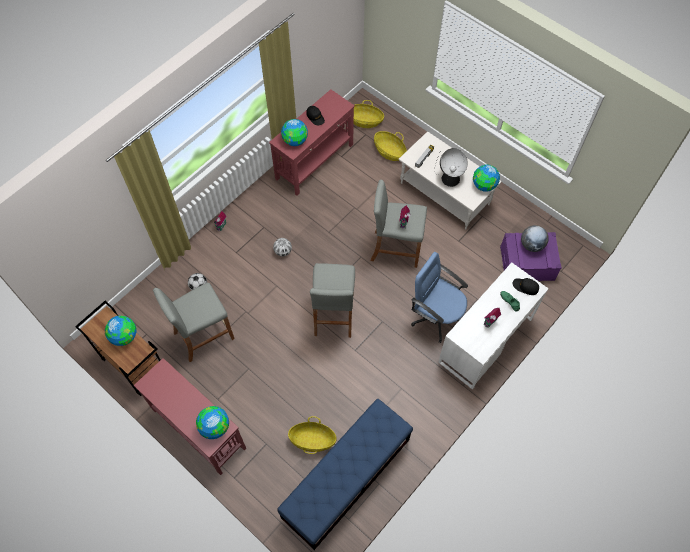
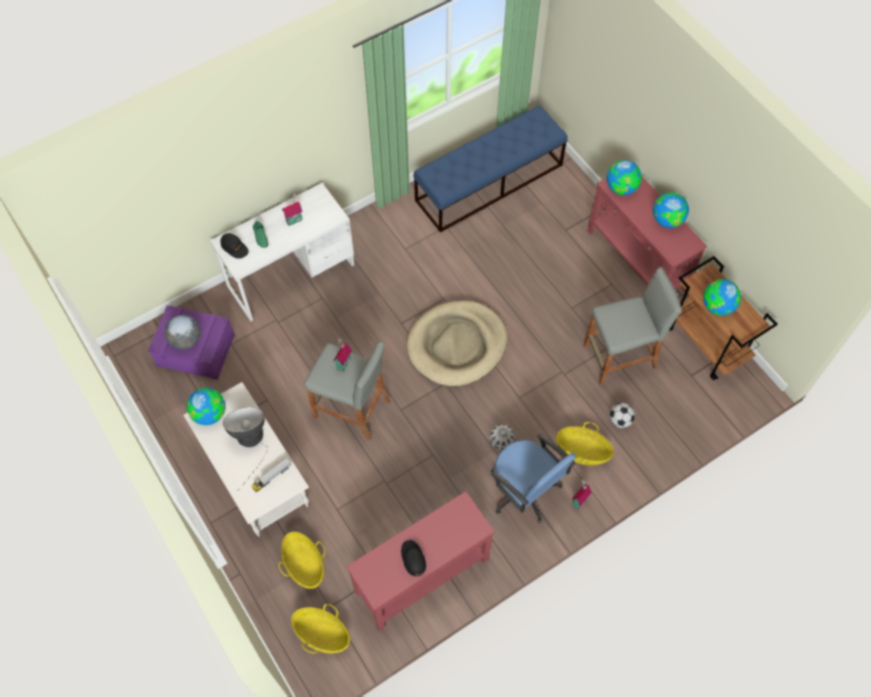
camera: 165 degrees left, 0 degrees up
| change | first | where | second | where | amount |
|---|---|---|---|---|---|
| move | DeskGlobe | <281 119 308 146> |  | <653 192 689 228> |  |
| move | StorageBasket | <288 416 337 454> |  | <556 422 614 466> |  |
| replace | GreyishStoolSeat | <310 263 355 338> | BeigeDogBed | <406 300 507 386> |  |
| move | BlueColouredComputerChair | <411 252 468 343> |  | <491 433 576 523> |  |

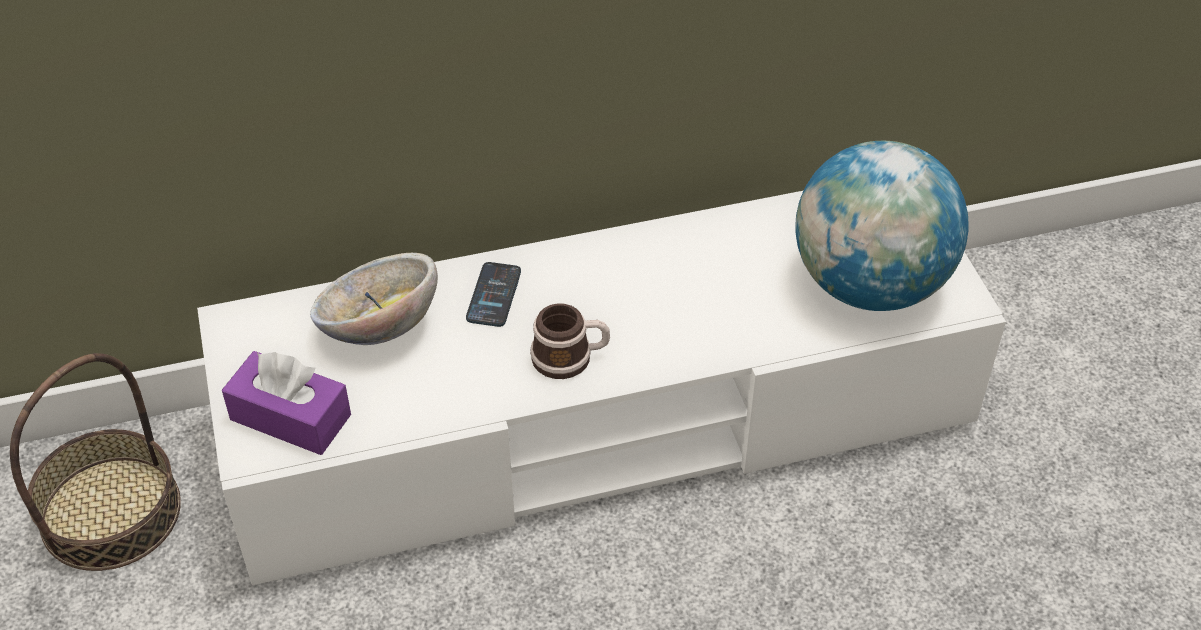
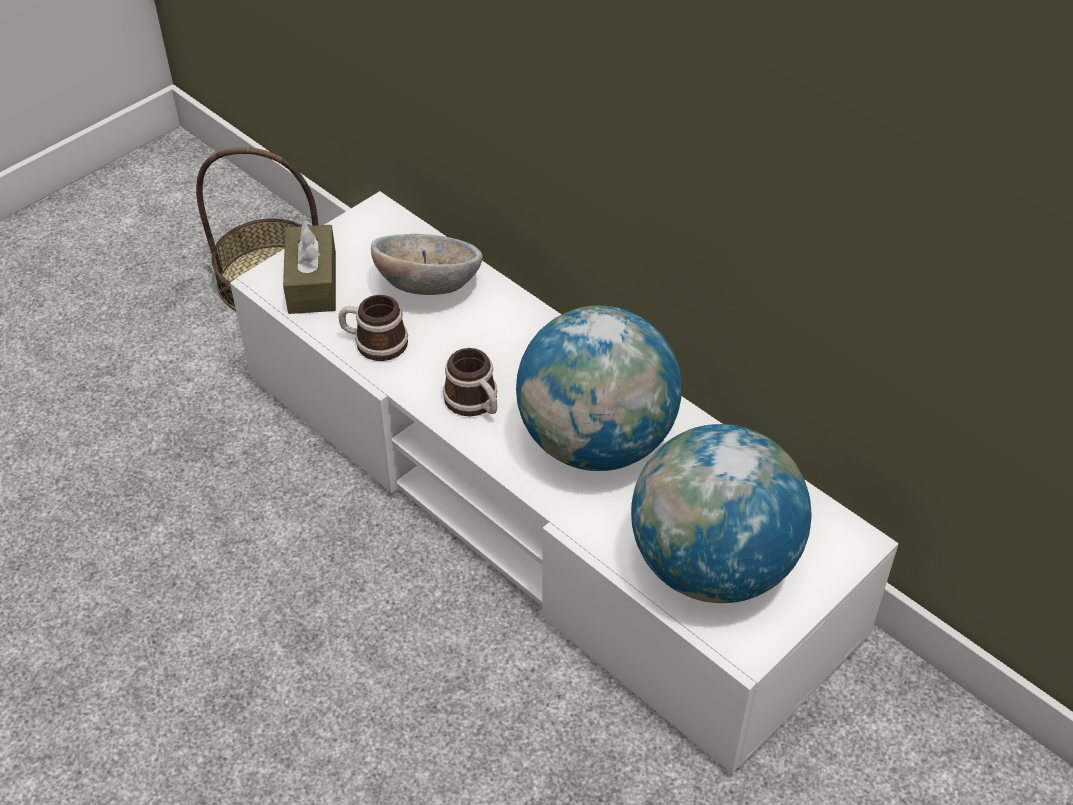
camera: 60 degrees right, 0 degrees up
| change | first | where | second | where | amount |
|---|---|---|---|---|---|
| recolor | PurplishTissueHolder | <222 351 351 455> | BrownColouredTissueHolder | <283 219 336 314> |  |
| delete | Telephone | <466 262 521 327> |  |  |  |
| insert |  |  | CoffeeMug | <339 295 408 361> |  |
| insert |  |  | DeskGlobe | <516 306 682 471> |  |

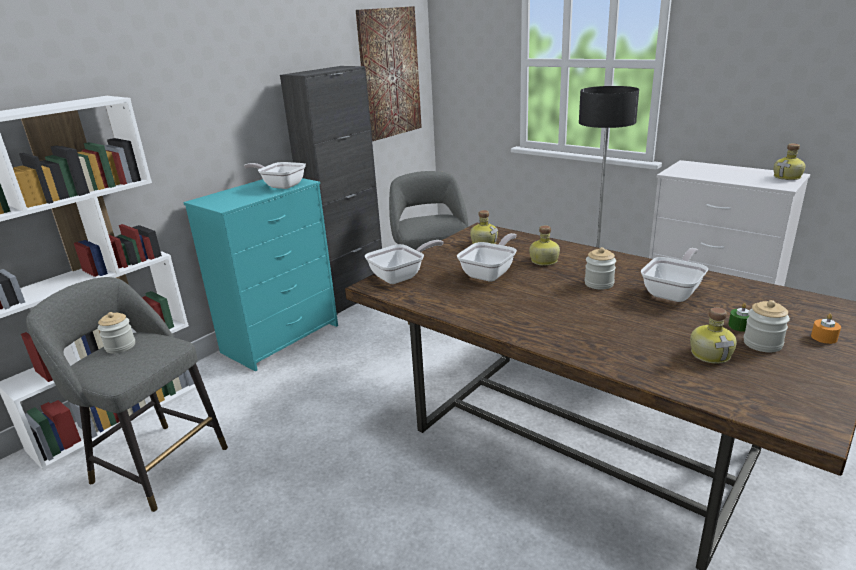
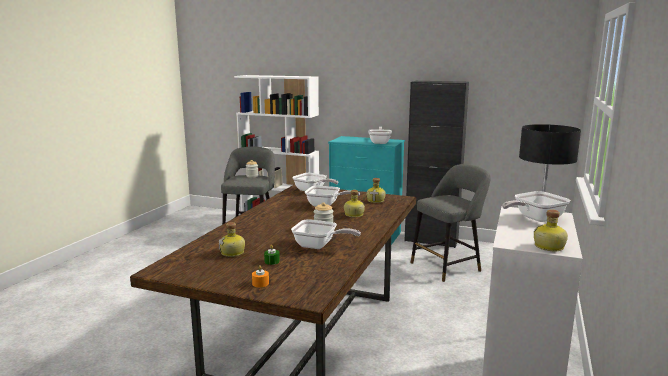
camera: 70 degrees right, 10 degrees down
| change | first | where | second | where | amount |
|---|---|---|---|---|---|
| delete | Picture | <356 6 422 141> |  |  |  |
| delete | PreserveJar | <743 300 790 352> |  |  |  |
| insert |  |  | Pan | <502 191 571 222> |  |

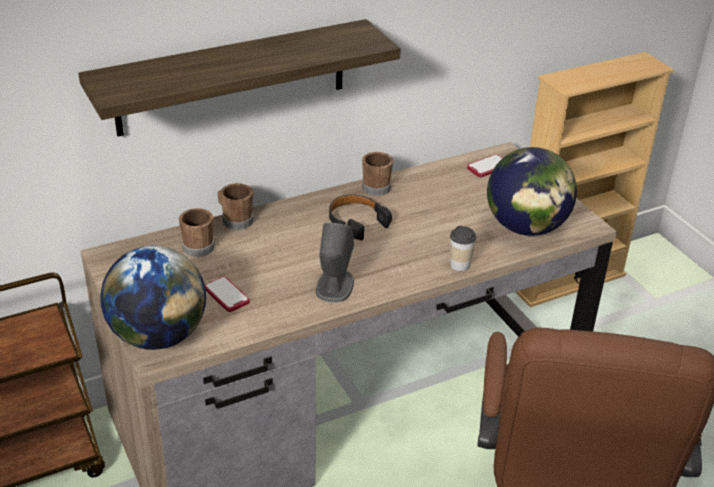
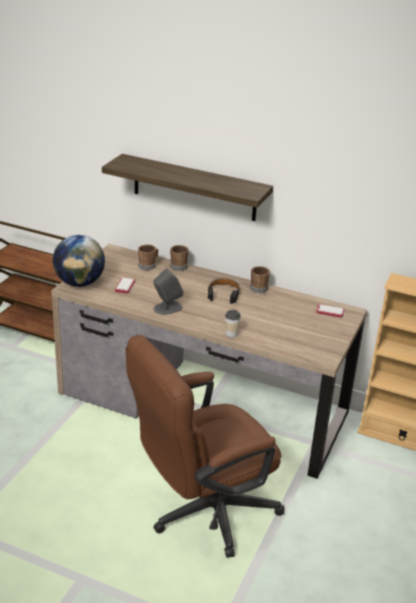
camera: 50 degrees right, 5 degrees down
| change | first | where | second | where | amount |
|---|---|---|---|---|---|
| delete | DeskGlobe | <487 147 577 236> |  |  |  |

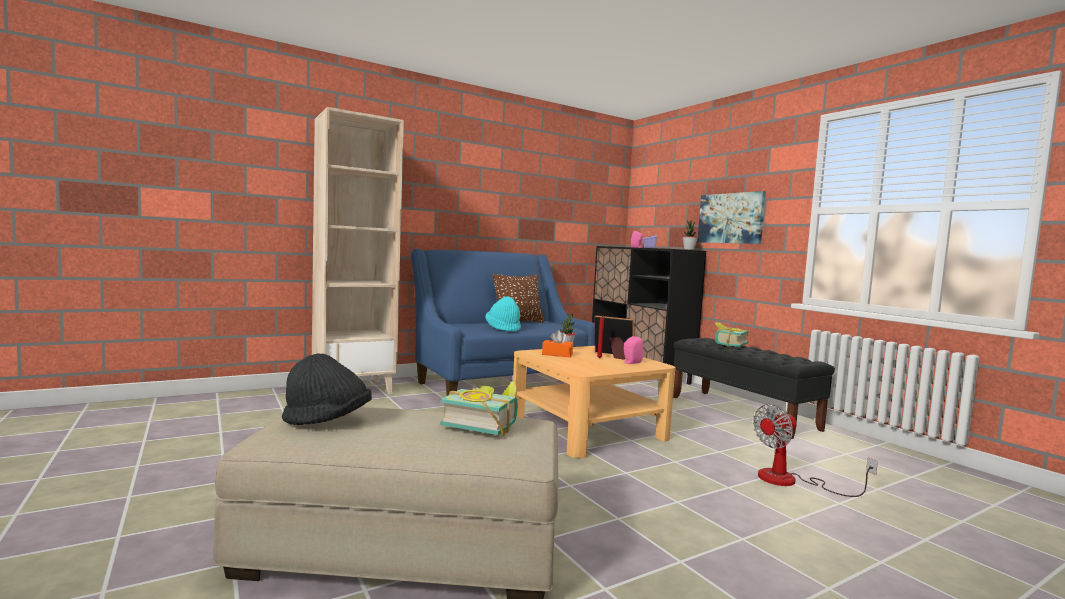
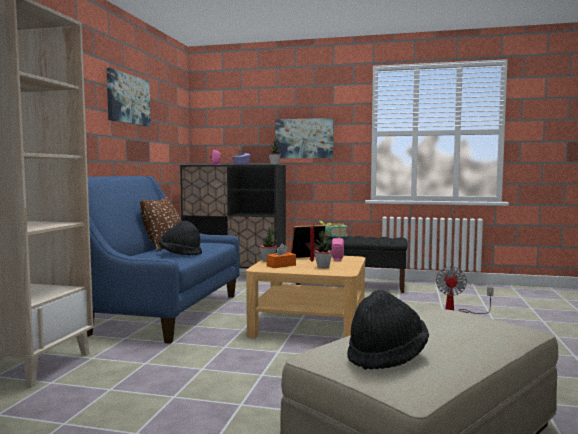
camera: 45 degrees left, 0 degrees up
| change | first | where | second | where | amount |
|---|---|---|---|---|---|
| delete | Volume | <440 381 518 436> |  |  |  |
| recolor | TurquoiseClothingHat | <485 297 521 331> | BlackClothingHat | <159 221 202 256> |  |
| insert |  |  | Picture | <107 68 151 127> |  |
| insert |  |  | PottedPlant | <314 231 333 268> |  |

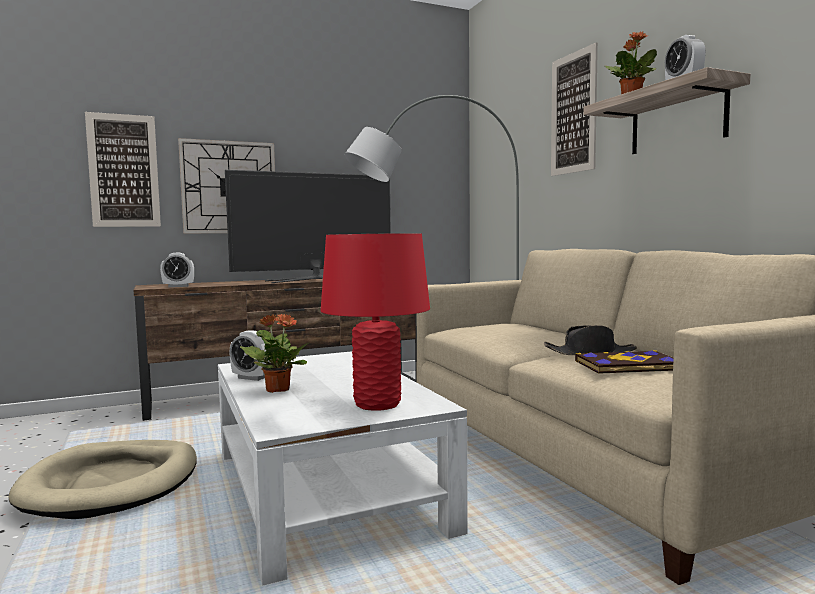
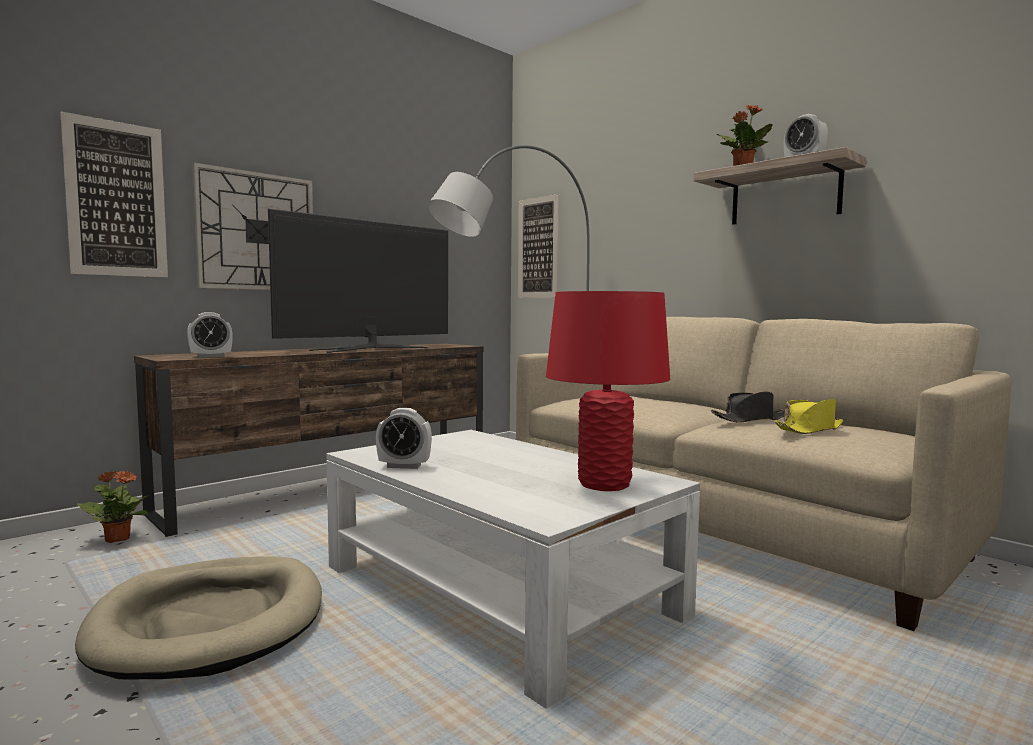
camera: 20 degrees left, 0 degrees up
| change | first | where | second | where | amount |
|---|---|---|---|---|---|
| move | PottedPlant | <240 314 310 393> |  | <77 470 149 543> |  |
| move | Picture | <551 43 598 176> |  | <518 194 560 298> |  |
| replace | Volume | <575 350 674 374> | YellowClothingHat | <775 399 843 434> |  |

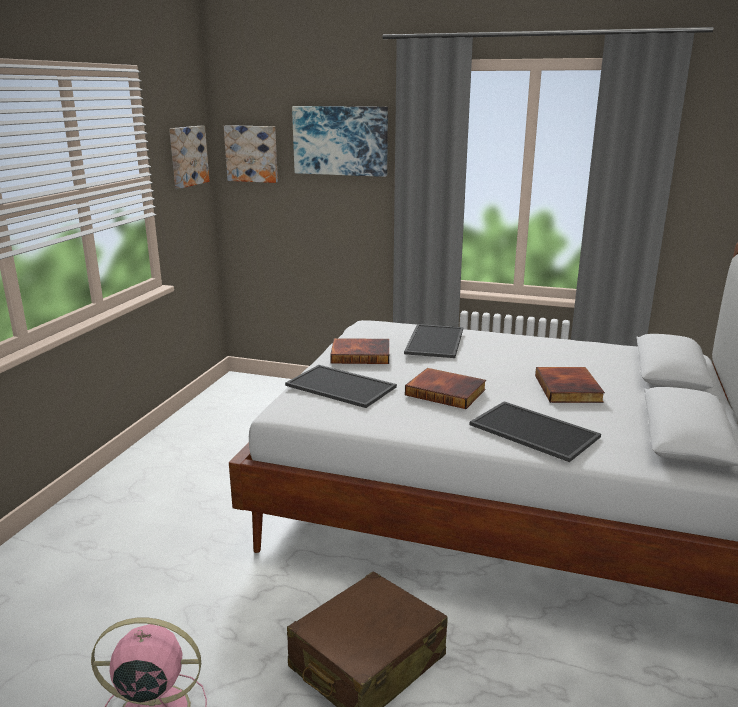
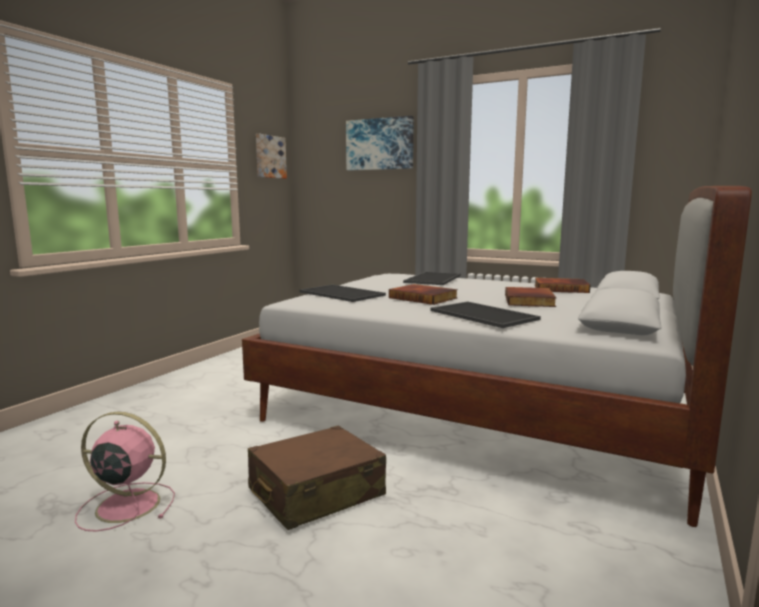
camera: 10 degrees right, 10 degrees down
| change | first | where | second | where | amount |
|---|---|---|---|---|---|
| delete | Picture | <224 125 278 183> |  |  |  |
| move | Volume | <330 338 389 364> |  | <535 278 590 293> |  |

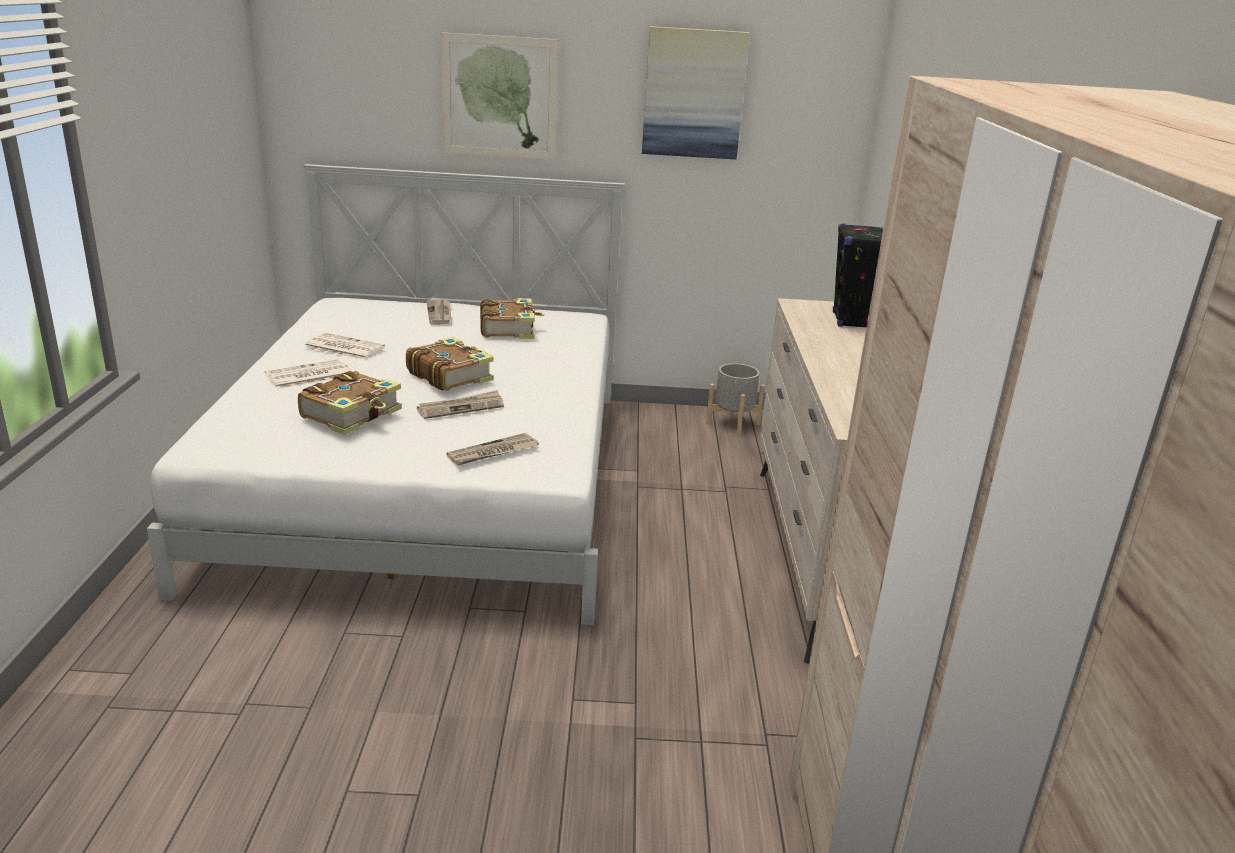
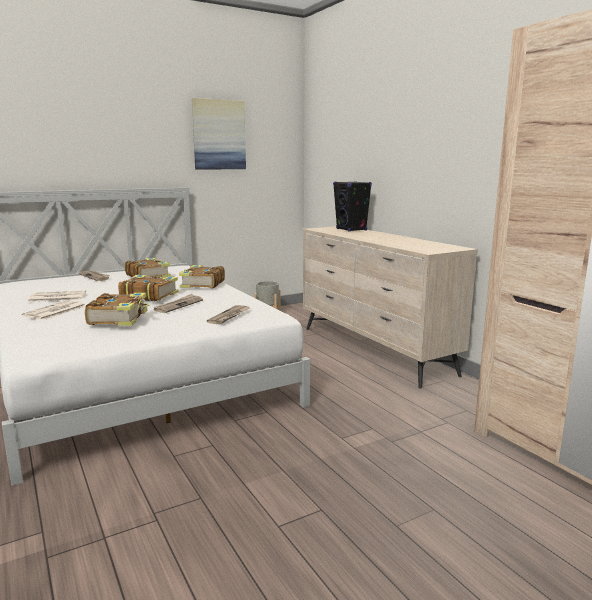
camera: 30 degrees left, 10 degrees down
| change | first | where | second | where | amount |
|---|---|---|---|---|---|
| delete | Picture | <441 32 559 160> |  |  |  |
| insert |  |  | Volume | <179 265 225 288> |  |

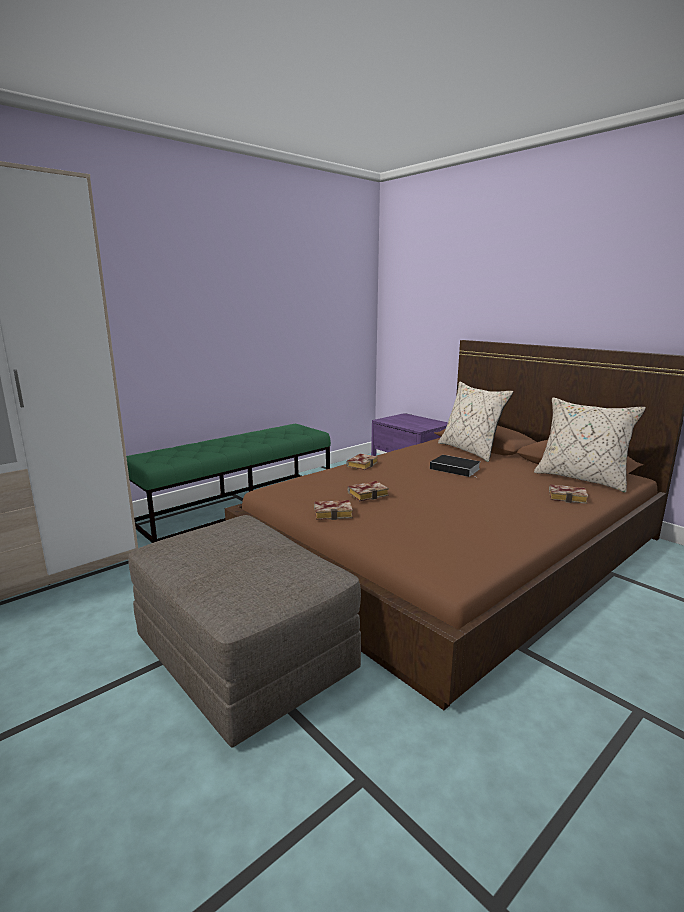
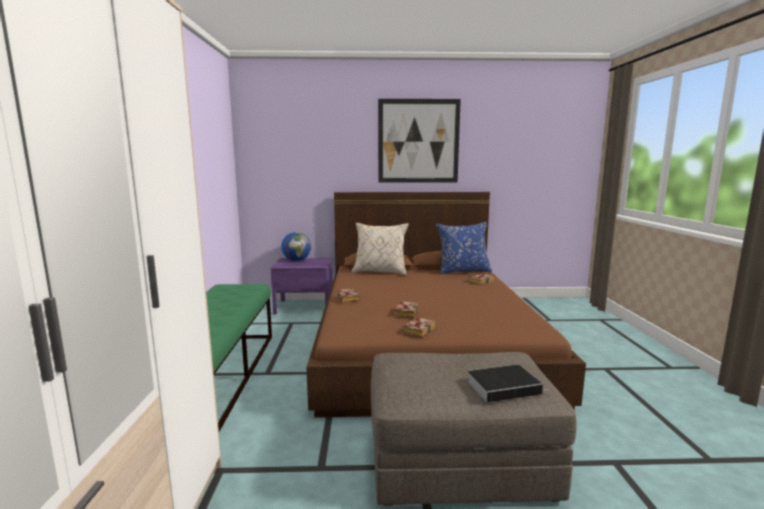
camera: 50 degrees left, 5 degrees down
| change | first | where | second | where | amount |
|---|---|---|---|---|---|
| move | Volume | <430 455 480 478> |  | <467 364 547 403> |  |
| recolor | BeigePillow | <534 397 646 493> | BlueColouredPillow | <436 222 492 274> |  |
| insert |  |  | DeskGlobe | <281 232 311 261> |  |
| insert |  |  | Picture | <378 99 461 183> |  |

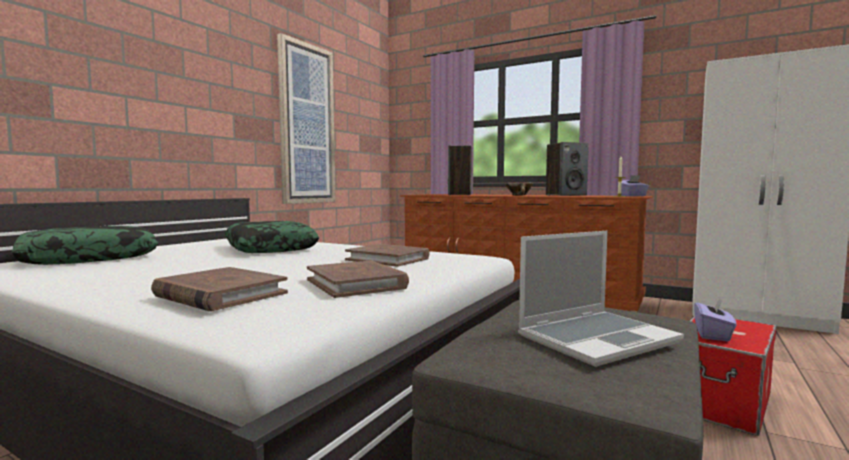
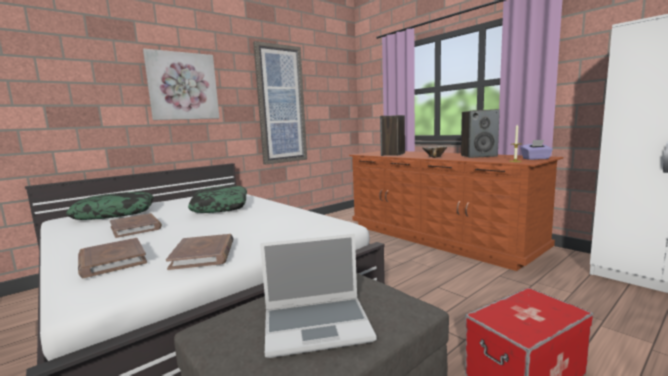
camera: 20 degrees right, 5 degrees up
| change | first | where | second | where | amount |
|---|---|---|---|---|---|
| move | BrownColouredVolume | <345 244 430 267> |  | <110 213 162 238> |  |
| delete | PurplishTissueHolder | <694 298 736 341> |  |  |  |
| insert |  |  | Picture | <143 49 219 120> |  |

